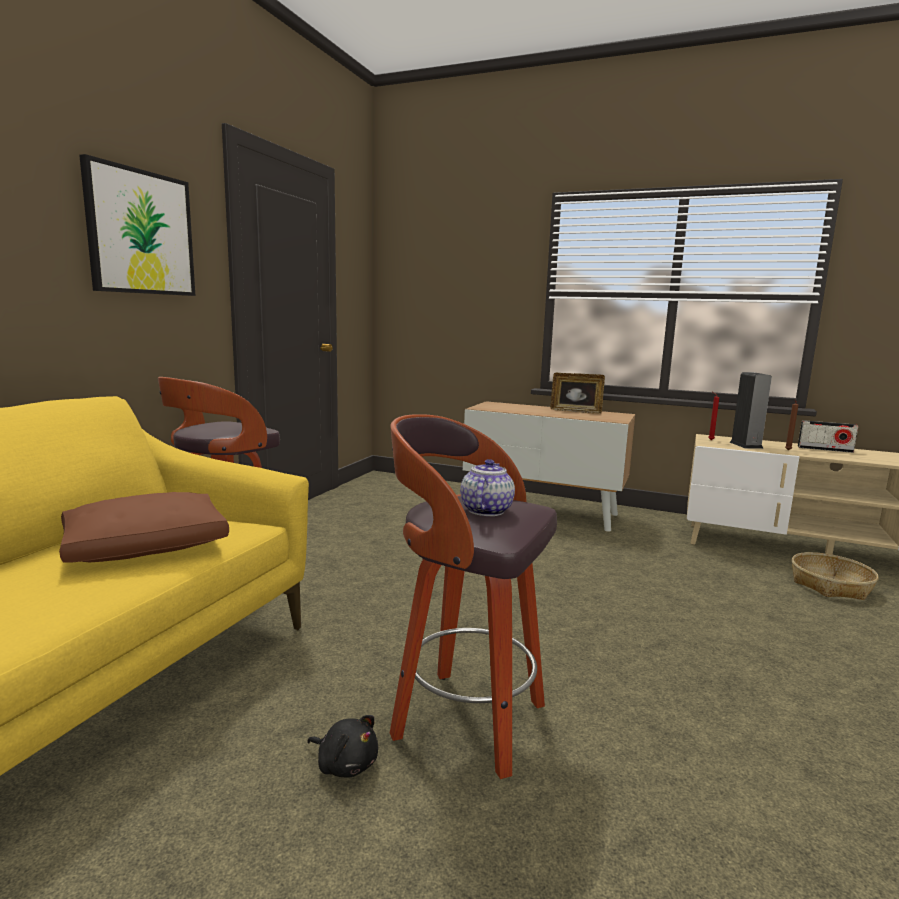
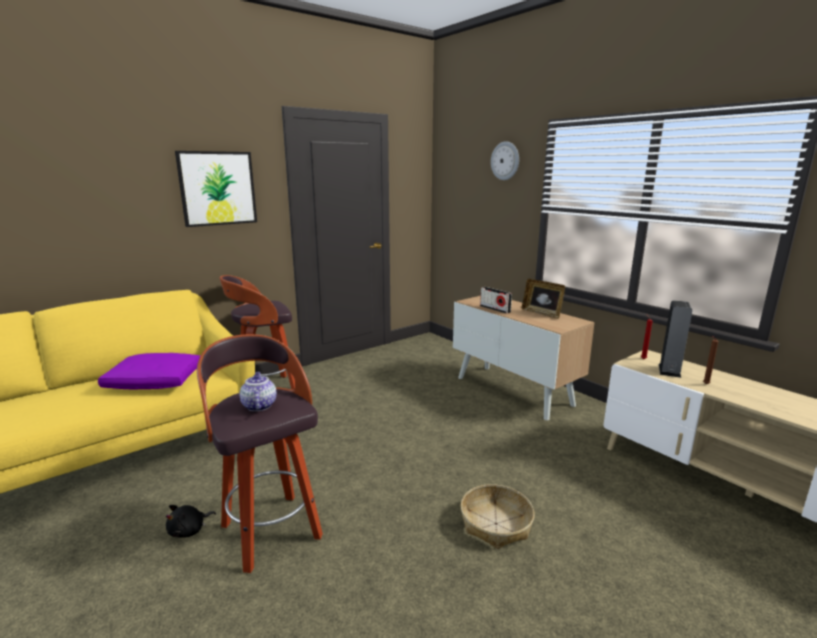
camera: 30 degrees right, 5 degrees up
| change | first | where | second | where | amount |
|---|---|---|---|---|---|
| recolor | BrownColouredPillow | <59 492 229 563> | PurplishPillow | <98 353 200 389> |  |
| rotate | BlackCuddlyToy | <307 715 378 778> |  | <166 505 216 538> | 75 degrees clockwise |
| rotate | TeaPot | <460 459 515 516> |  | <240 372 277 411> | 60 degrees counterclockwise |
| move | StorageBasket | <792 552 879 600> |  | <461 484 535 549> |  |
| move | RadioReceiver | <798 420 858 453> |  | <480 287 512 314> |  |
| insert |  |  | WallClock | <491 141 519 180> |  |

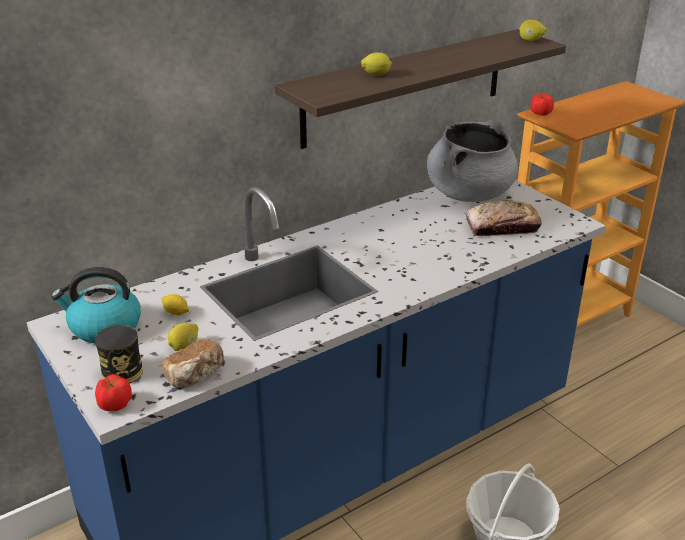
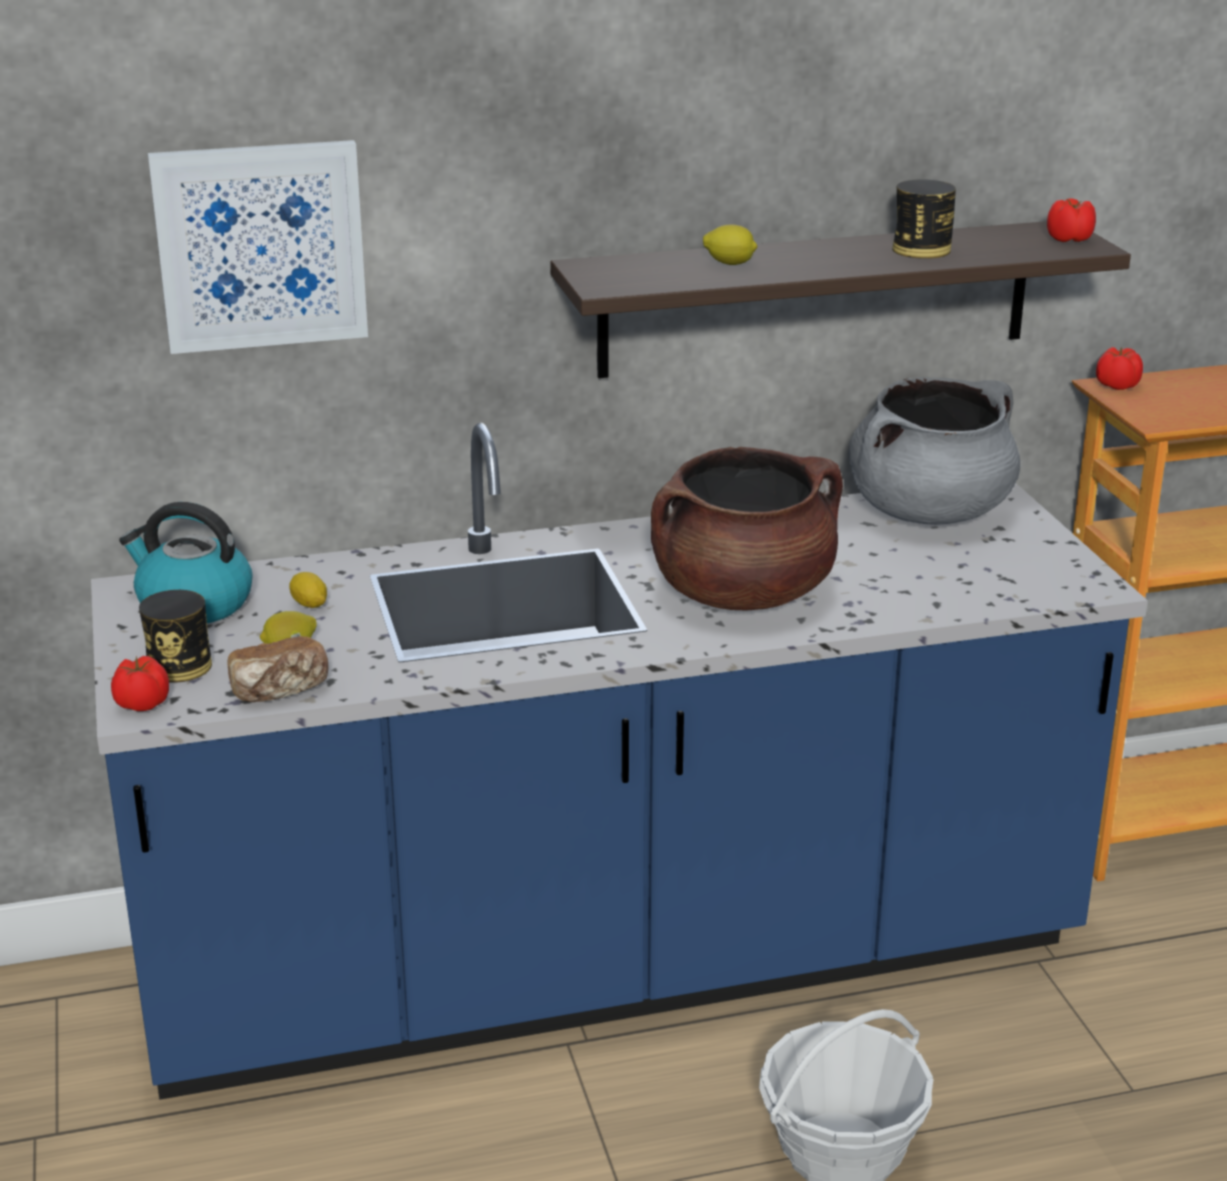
camera: 20 degrees right, 5 degrees down
| change | first | where | second | where | amount |
|---|---|---|---|---|---|
| delete | BakeryBread | <466 199 542 236> |  |  |  |
| replace | WholeLemon | <519 20 547 41> | FreshTomato | <1047 198 1096 242> |  |
| insert |  |  | Picture | <148 140 368 354> |  |
| insert |  |  | BrownColouredCookingPot | <651 447 843 610> |  |
| insert |  |  | SealedCan | <892 179 956 259> |  |

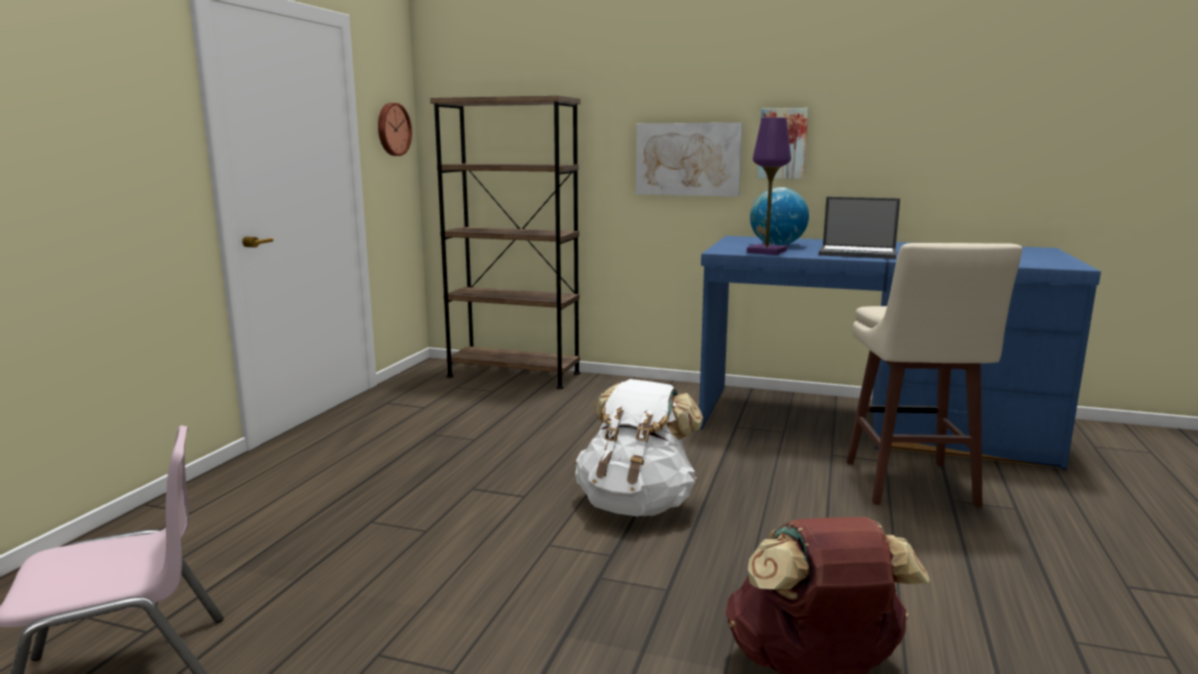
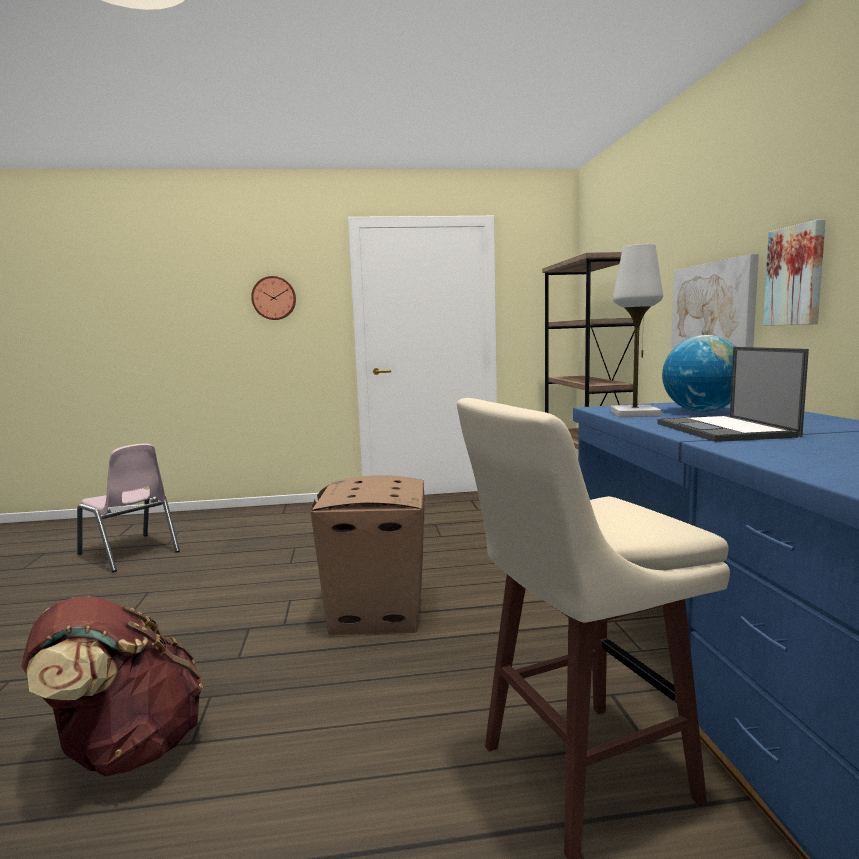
camera: 65 degrees right, 5 degrees down
| change | first | where | second | where | amount |
|---|---|---|---|---|---|
| move | WallClock | <378 103 412 156> |  | <251 276 296 320> |  |
| replace | WhiteKnapsack | <575 379 703 516> | CardboardBox | <311 475 424 635> |  |
| recolor | PurplishLampForATable | <747 118 791 255> | WhiteLampForATable | <611 244 663 417> |  |

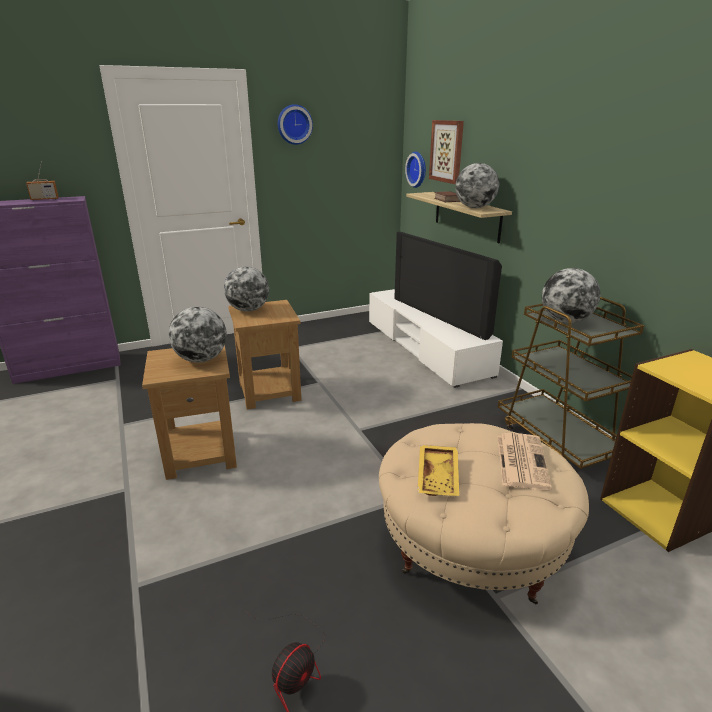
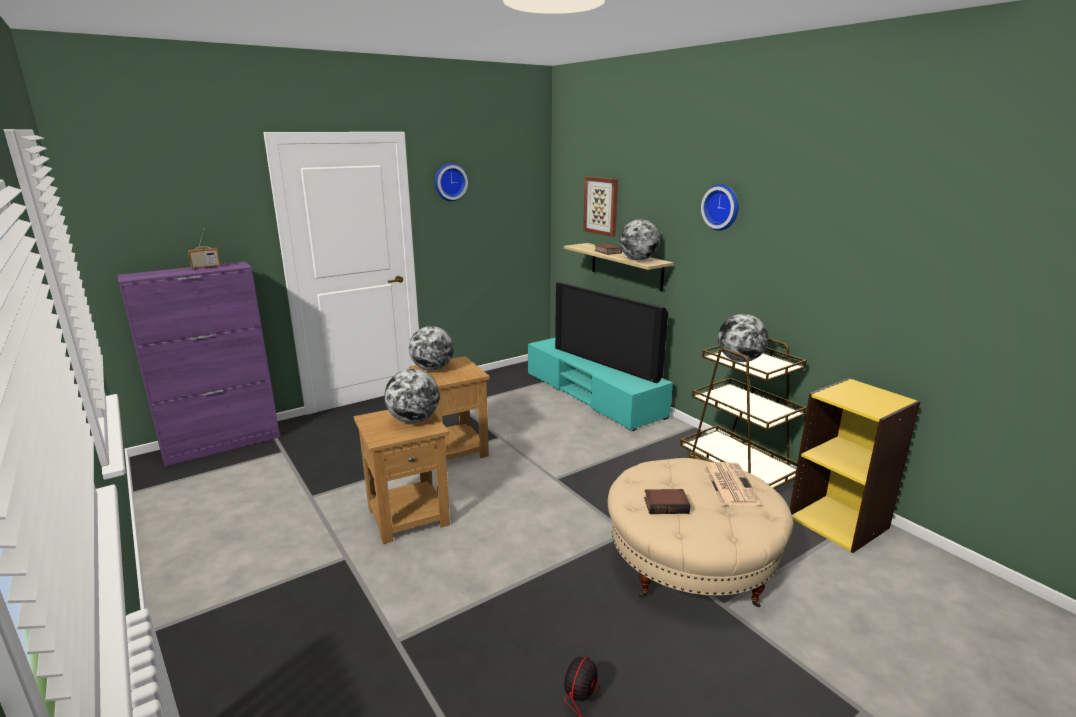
camera: 10 degrees left, 5 degrees down
| change | first | where | second | where | amount |
|---|---|---|---|---|---|
| recolor | WhiteTvStand | <369 289 503 388> | TurquoiseTvStand | <528 338 673 431> |  |
| move | WallClock | <405 151 426 188> |  | <701 184 738 231> |  |
| replace | YellowTray | <417 445 459 496> | Volume | <644 489 690 514> |  |

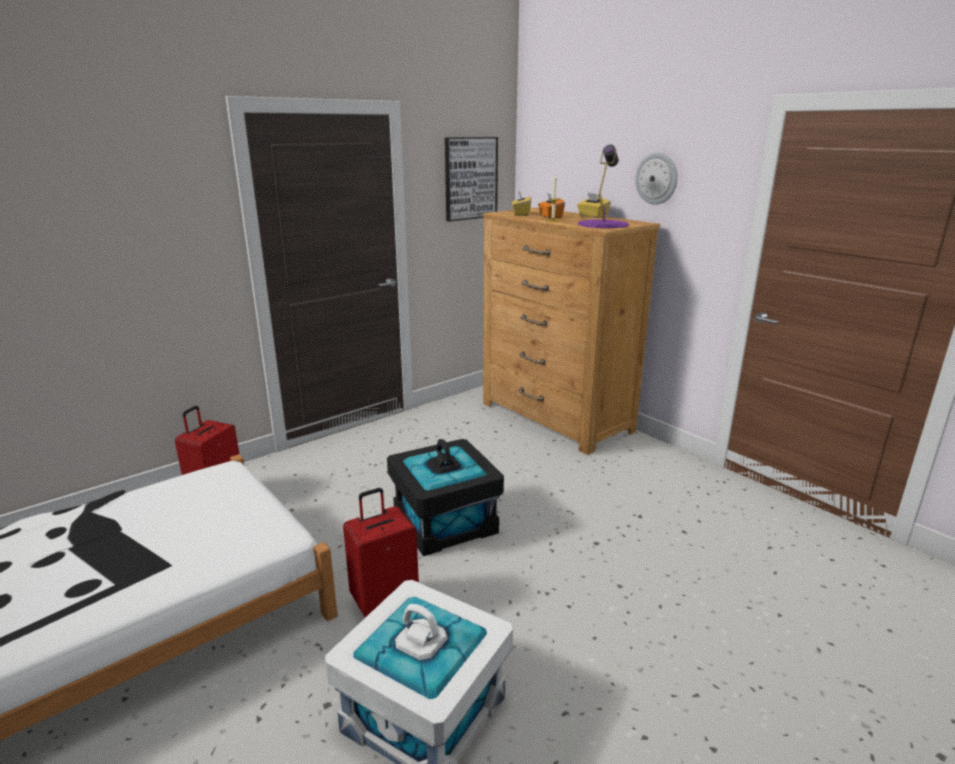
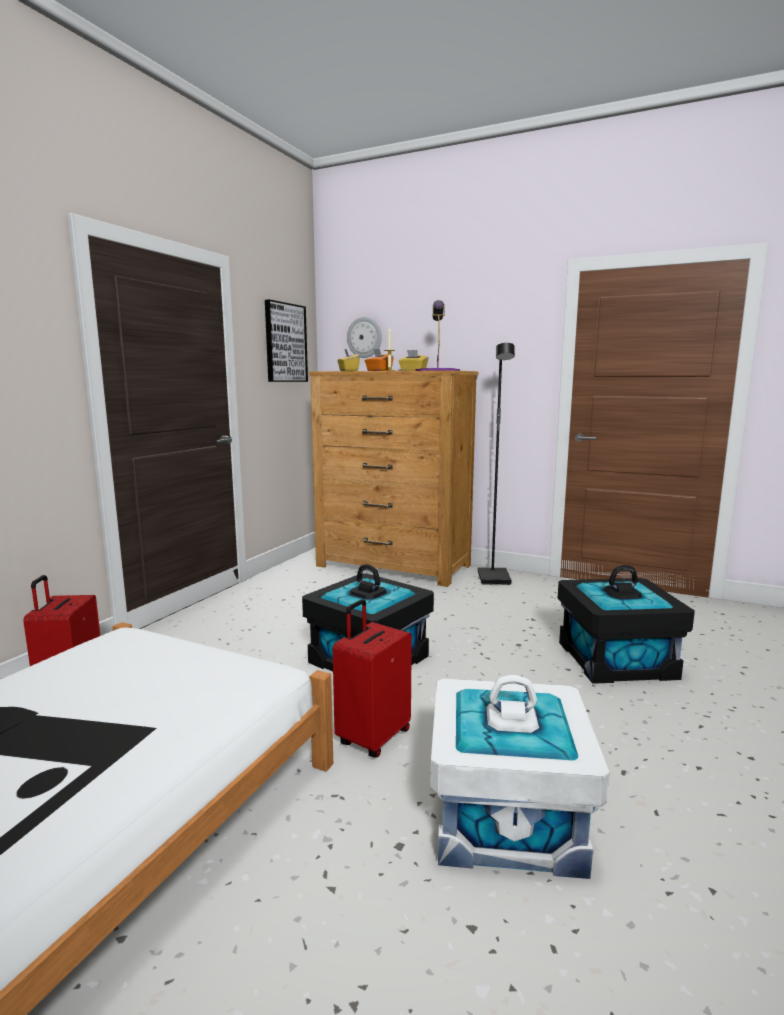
camera: 25 degrees left, 10 degrees down
| change | first | where | second | where | amount |
|---|---|---|---|---|---|
| move | WallClock | <635 153 678 205> |  | <347 317 382 358> |  |
| insert |  |  | BlackStandingLamp | <478 343 515 585> |  |
| insert |  |  | BlackStorageContainer | <557 565 695 684> |  |

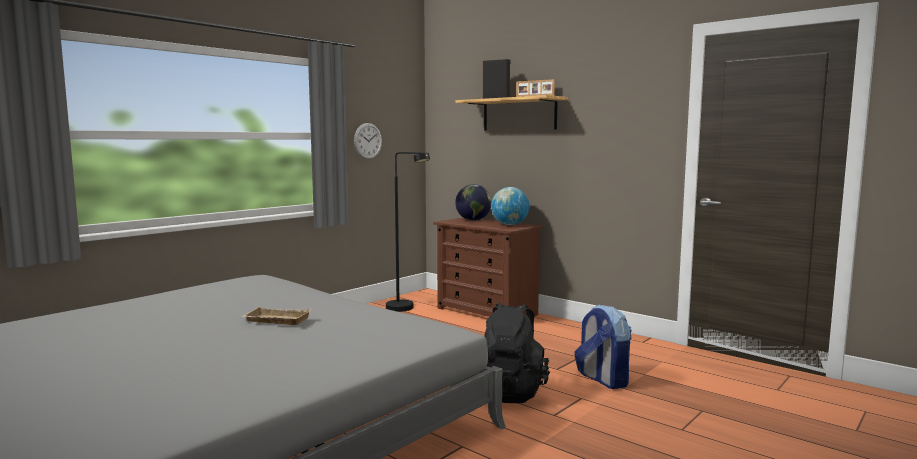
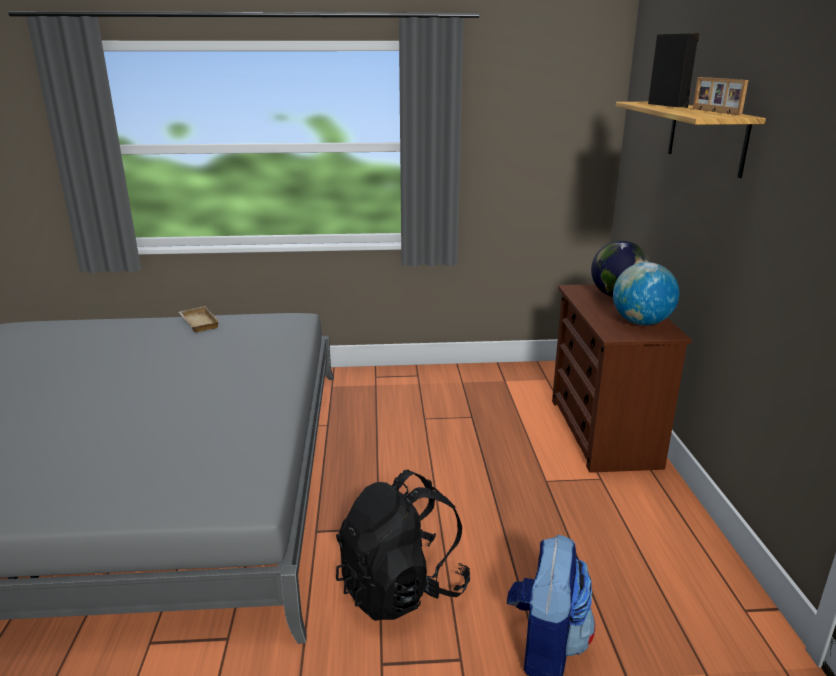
camera: 45 degrees right, 15 degrees up
| change | first | where | second | where | amount |
|---|---|---|---|---|---|
| move | BeigeTray | <242 307 311 325> |  | <179 306 220 332> |  |
| delete | WallClock | <354 123 382 159> |  |  |  |
| delete | BlackStandingLamp | <386 152 430 312> |  |  |  |

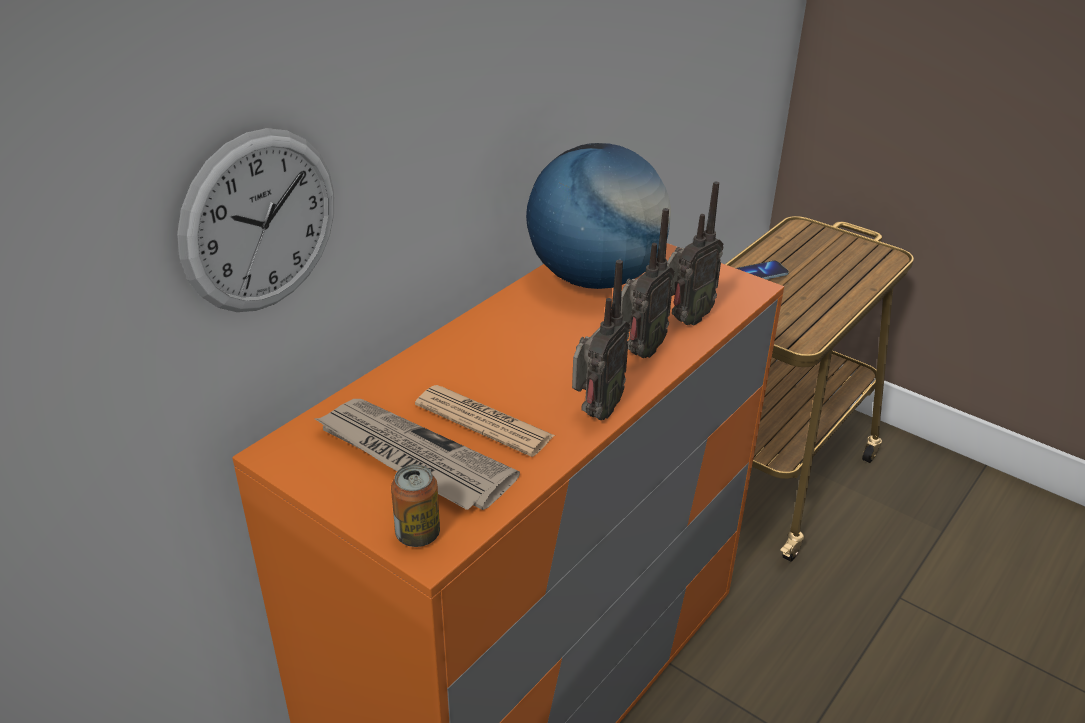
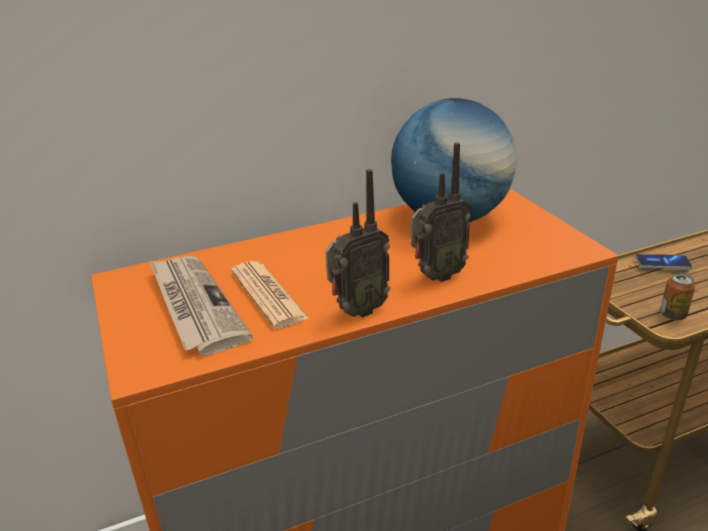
camera: 30 degrees right, 5 degrees down
| change | first | where | second | where | amount |
|---|---|---|---|---|---|
| delete | WallClock | <177 128 334 312> |  |  |  |
| move | SealedCan | <391 464 440 547> |  | <660 273 695 320> |  |
| delete | RadioReceiver | <667 182 724 326> |  |  |  |

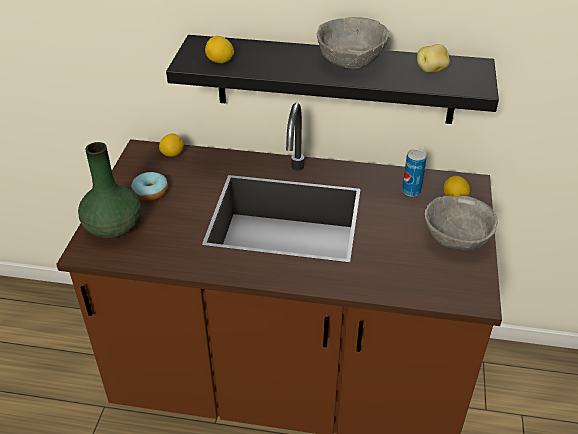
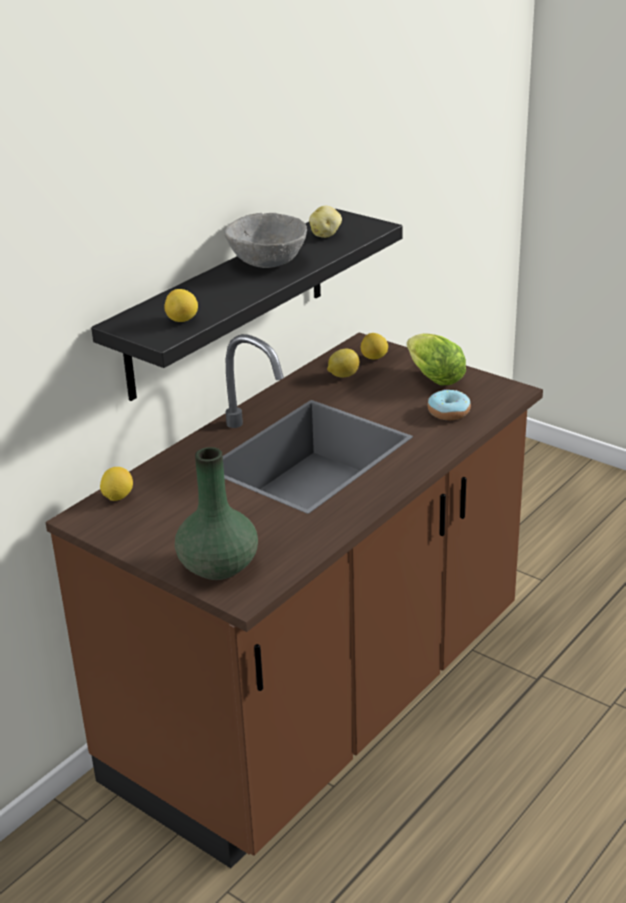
camera: 60 degrees left, 10 degrees down
| change | first | where | second | where | amount |
|---|---|---|---|---|---|
| move | Donut | <131 172 168 201> |  | <428 389 471 420> |  |
| replace | SealedCan | <402 149 427 197> | WholeLemon | <327 349 359 377> |  |
| replace | GreyishBowl | <424 196 498 250> | Lettuce | <407 333 466 385> |  |

